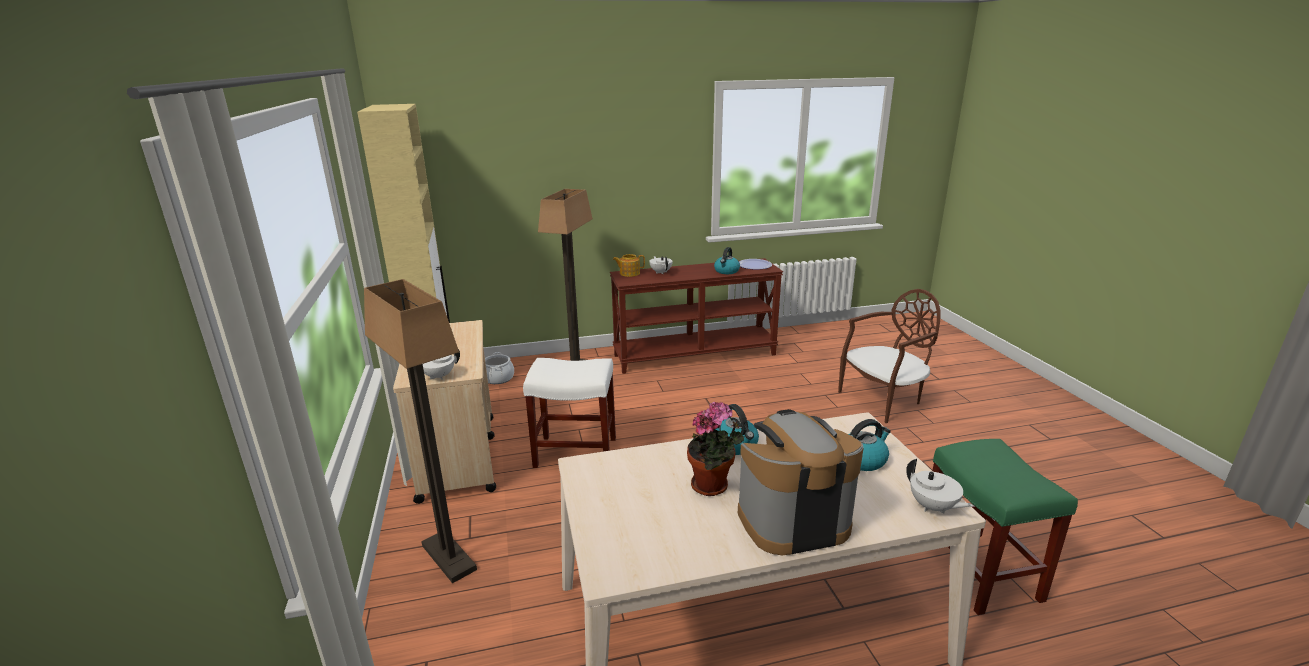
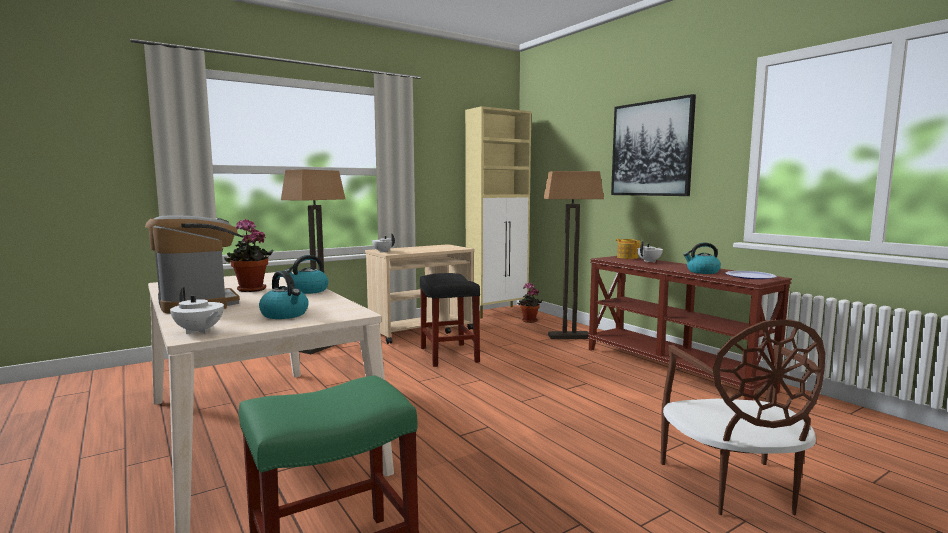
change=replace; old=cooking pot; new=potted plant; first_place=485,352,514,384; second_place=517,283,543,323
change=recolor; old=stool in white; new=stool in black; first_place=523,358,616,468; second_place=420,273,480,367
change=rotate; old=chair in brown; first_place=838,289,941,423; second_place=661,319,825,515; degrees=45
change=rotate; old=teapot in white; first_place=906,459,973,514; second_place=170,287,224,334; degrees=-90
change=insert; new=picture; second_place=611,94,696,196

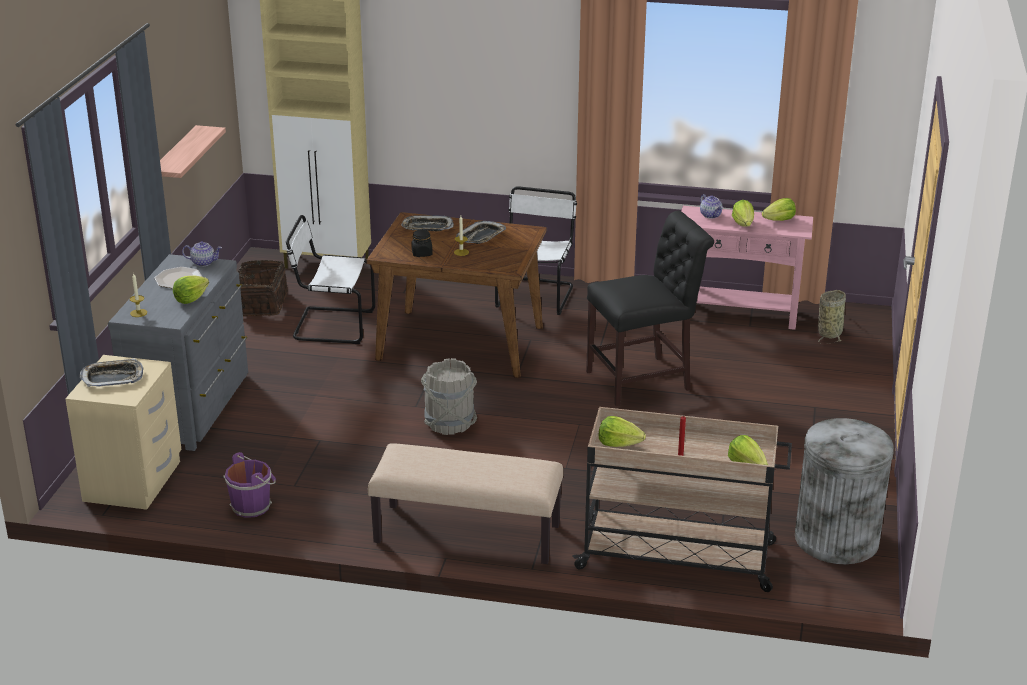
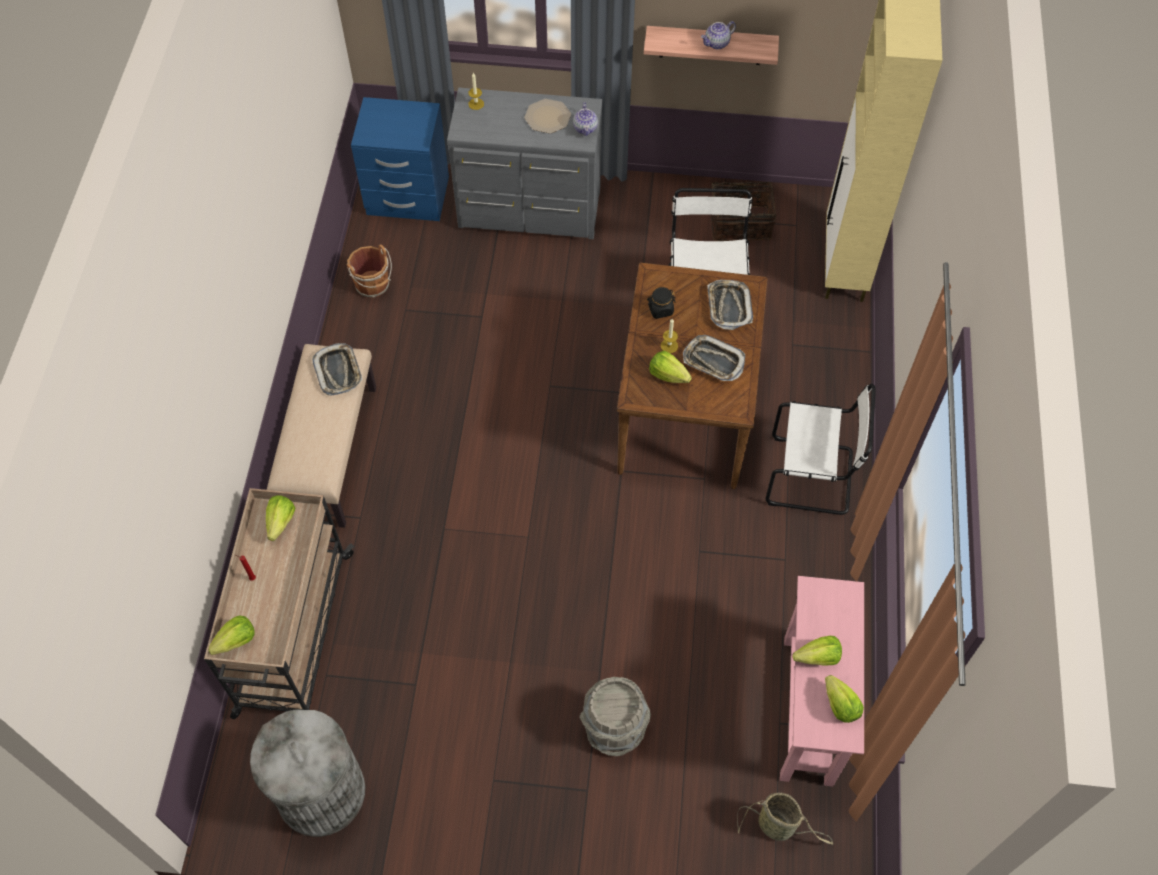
change=recolor; old=nightstand in beige; new=nightstand in blue; first_place=65,355,182,510; second_place=351,97,449,221
change=move; old=tray; first_place=80,358,143,387; second_place=312,343,363,396
change=move; old=lettuce; first_place=173,276,209,304; second_place=649,351,692,383
change=recolor; old=bucket in purple; new=bucket in brown; first_place=223,452,276,518; second_place=347,244,392,298
change=move; old=bucket in grey; first_place=421,358,477,435; second_place=580,677,651,756
change=delete; old=chair in black; first_place=586,211,714,406
change=move; old=teapot; first_place=700,194,723,219; second_place=701,21,736,50

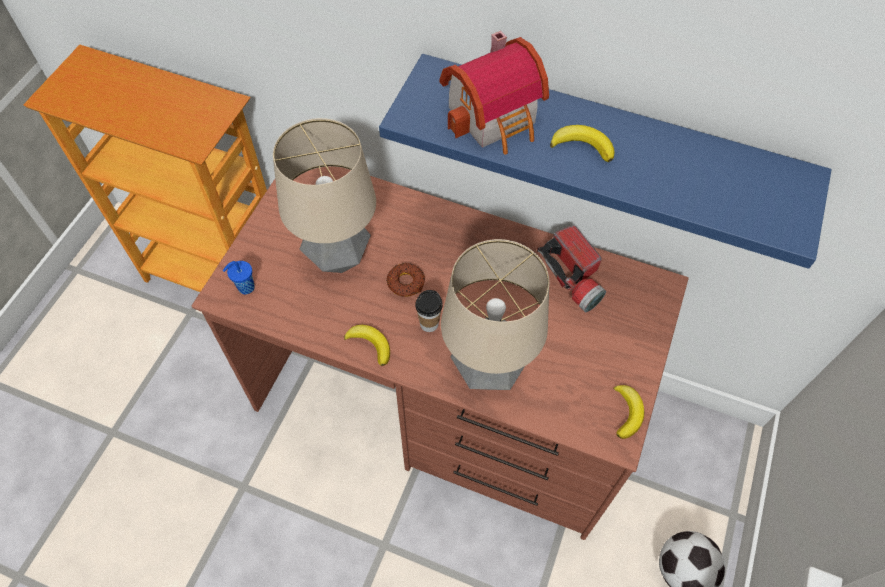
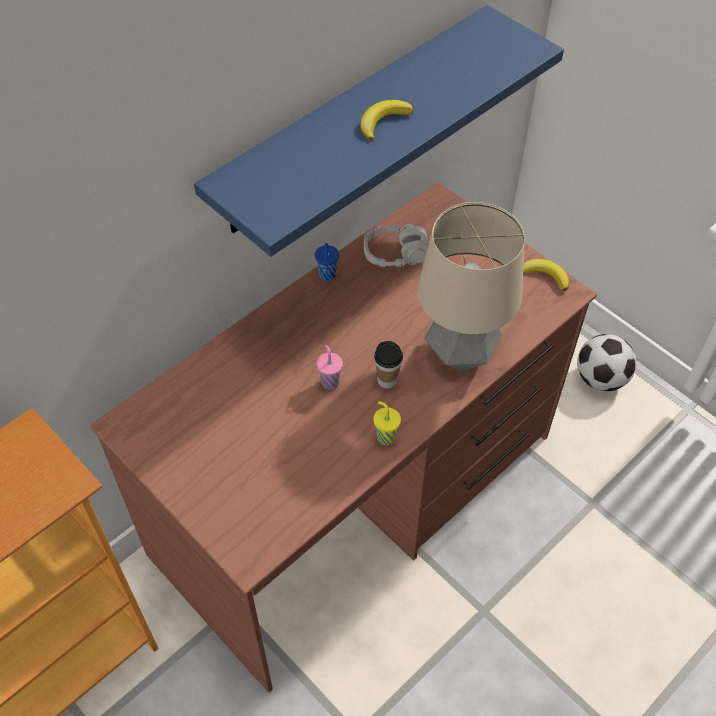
change=move; old=cup in blue; first_place=223,261,255,294; second_place=315,243,339,281
change=delete; old=table lamp; first_place=273,118,376,273
change=replace; old=banana; new=cup in yellow; first_place=344,325,390,366; second_place=373,401,401,445
change=replace; old=donut; new=cup in pink; first_place=386,263,425,297; second_place=316,345,343,390
change=delete; old=toy house; first_place=440,31,549,154
change=replace; old=flashlight; new=headphones in grey; first_place=537,225,606,312; second_place=364,224,428,267

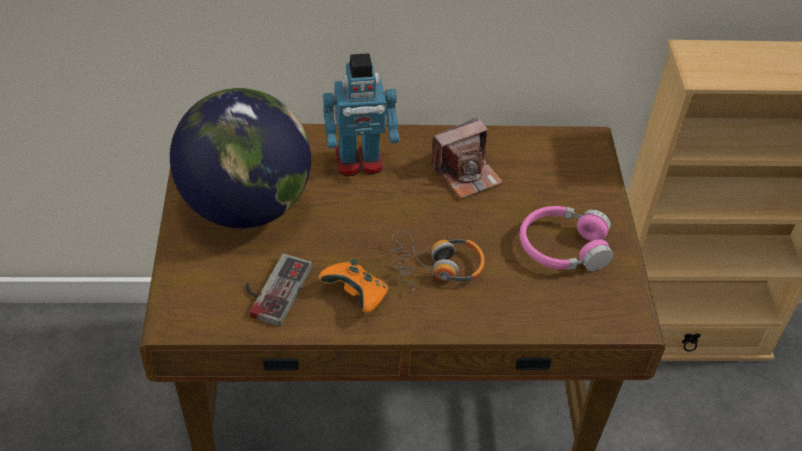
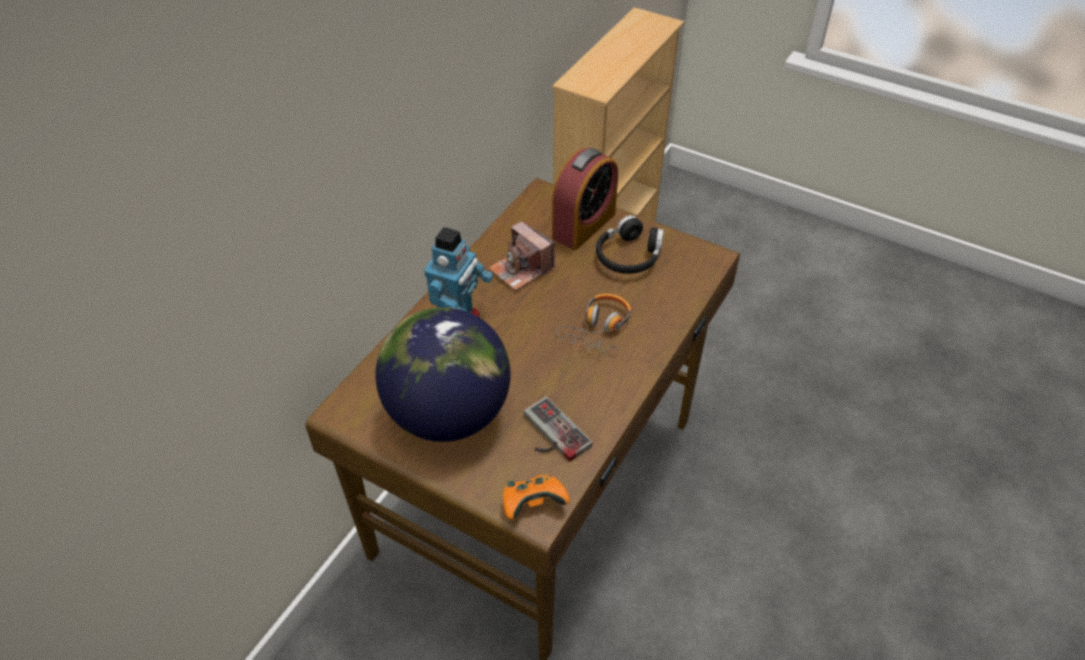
change=move; old=game controller in orange; first_place=318,259,389,313; second_place=503,474,570,520
change=rotate; old=photo camera; first_place=431,117,503,199; second_place=488,221,555,291; degrees=135
change=recolor; old=headphones in pink; new=headphones in black; first_place=519,206,613,271; second_place=596,215,664,274
change=insert; new=alarm clock; second_place=552,148,618,250

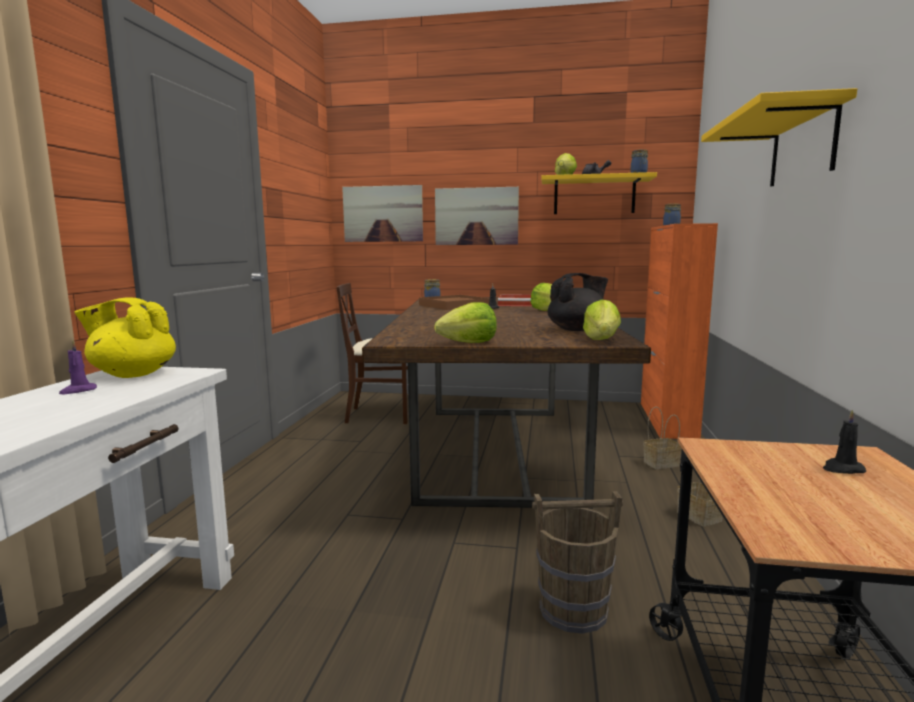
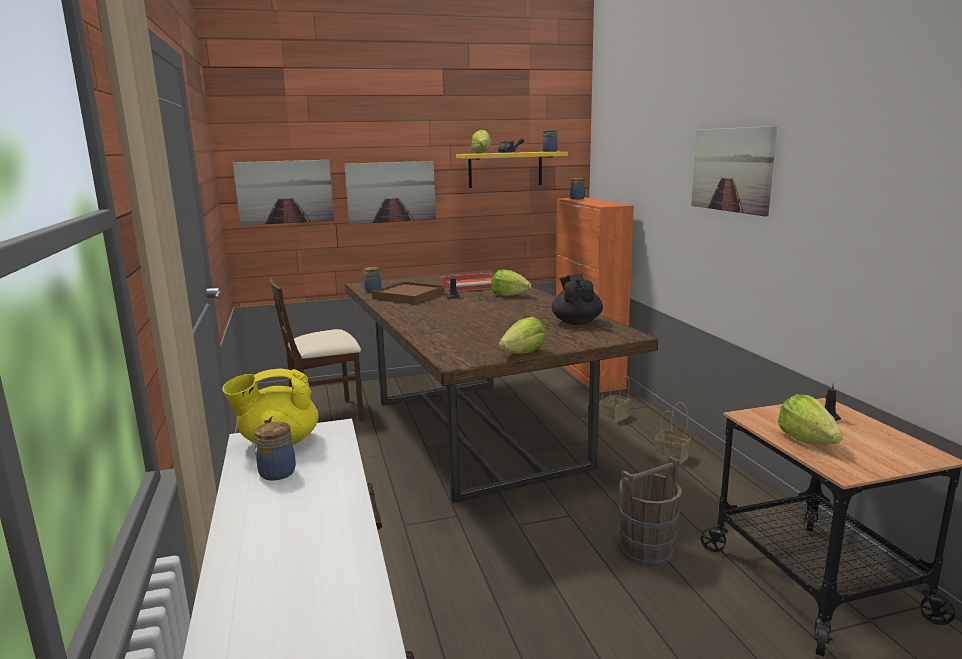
change=replace; old=candle in purple; new=jar; first_place=59,340,97,394; second_place=253,422,296,481
change=rotate; old=teapot in black; first_place=548,273,608,331; second_place=552,274,603,325; degrees=-45
change=move; old=lettuce; first_place=583,299,621,340; second_place=778,394,842,445
change=replace; old=shelf in yellow; new=picture; first_place=701,88,857,187; second_place=691,126,777,216

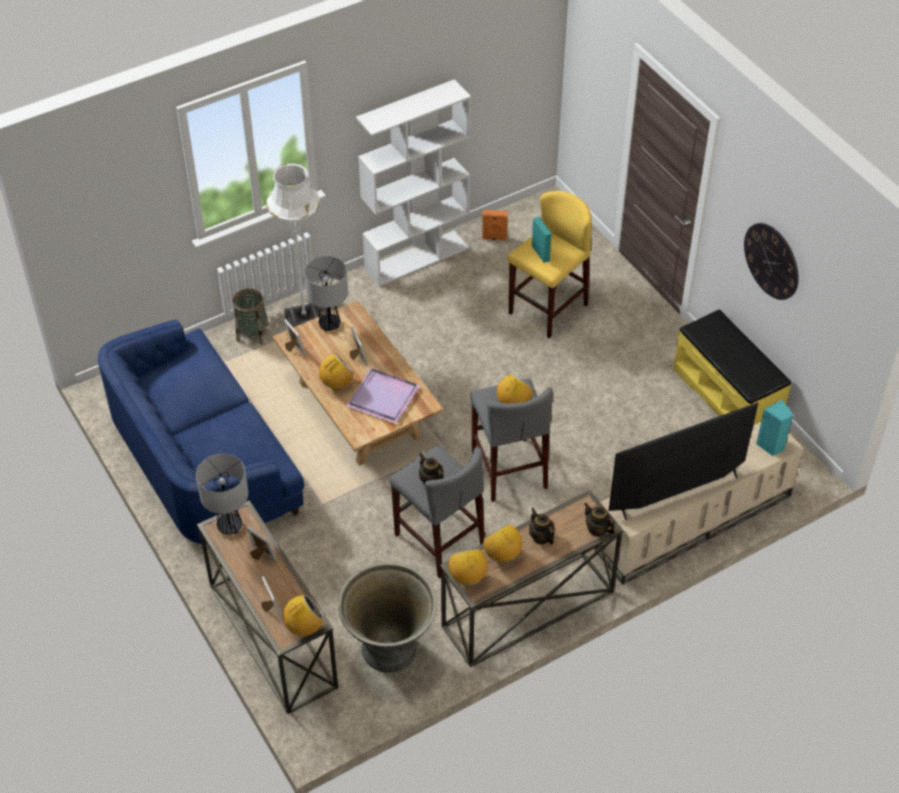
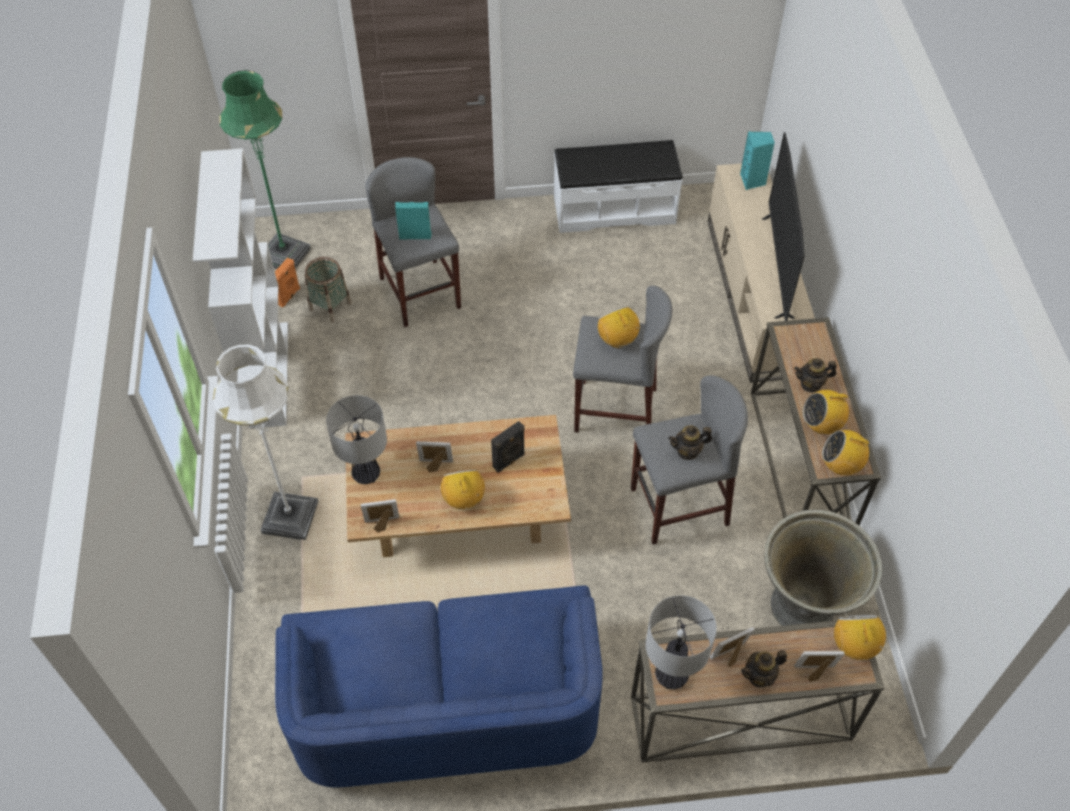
change=move; old=basket; first_place=233,289,269,344; second_place=305,257,352,323
change=replace; old=tray in purple; new=speaker in black; first_place=346,368,421,424; second_place=491,421,525,473
change=recolor; old=stool in yellow; new=stool in grey; first_place=507,191,592,338; second_place=365,157,461,327
change=move; old=teapot; first_place=584,503,615,537; second_place=741,650,787,687
change=recolor; old=bench in yellow; new=bench in white; first_place=673,309,791,425; second_place=554,140,683,233
change=delete; old=wall clock; first_place=744,223,799,300
change=insert; new=floor lamp in green; second_place=220,70,311,269

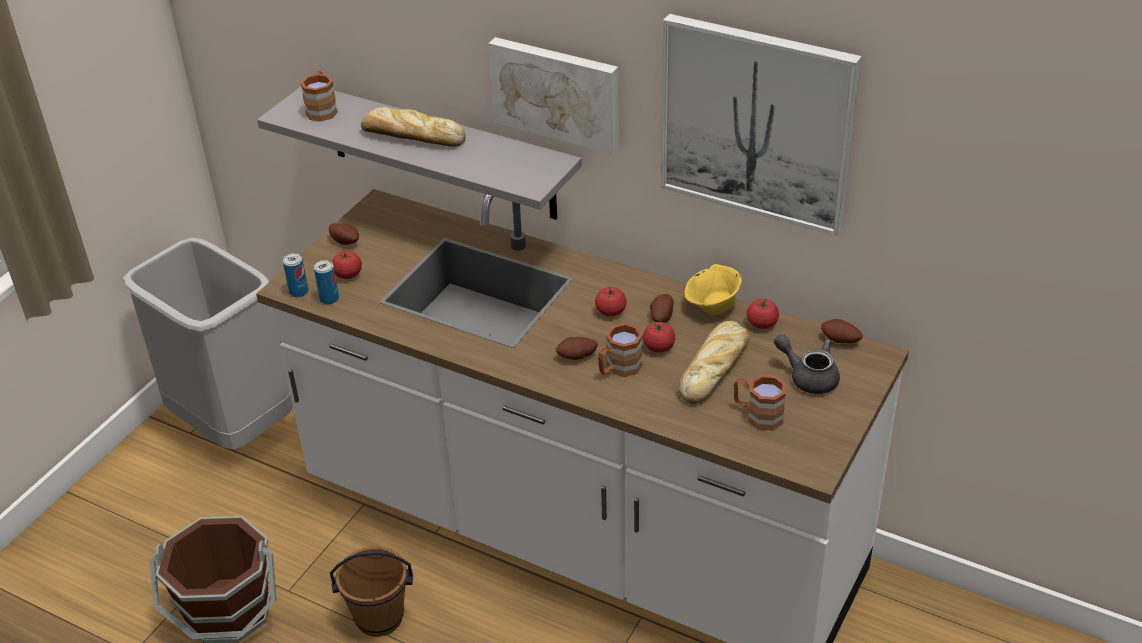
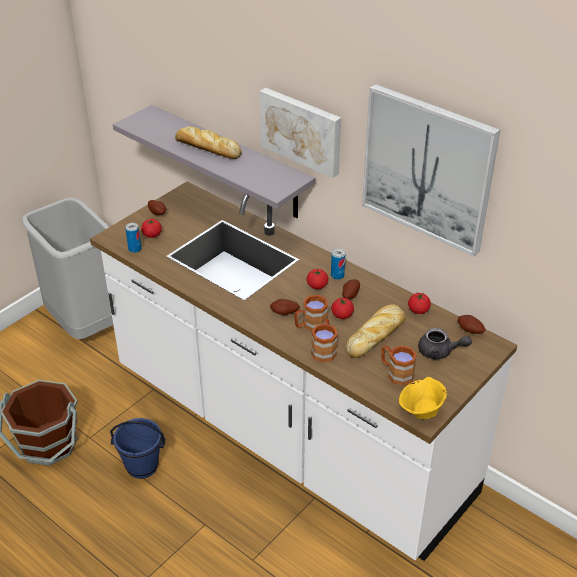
change=move; old=can; first_place=283,253,308,297; second_place=331,249,345,280
change=move; old=mug in brown; first_place=300,71,338,122; second_place=311,319,338,363
change=recolor; old=bucket in brown; new=bucket in blue; first_place=330,546,413,637; second_place=110,418,166,479
change=move; old=bowl in yellow; first_place=685,264,742,315; second_place=399,377,447,419
change=rotate; old=teapot in grey; first_place=774,335,840,394; second_place=418,328,472,359; degrees=150

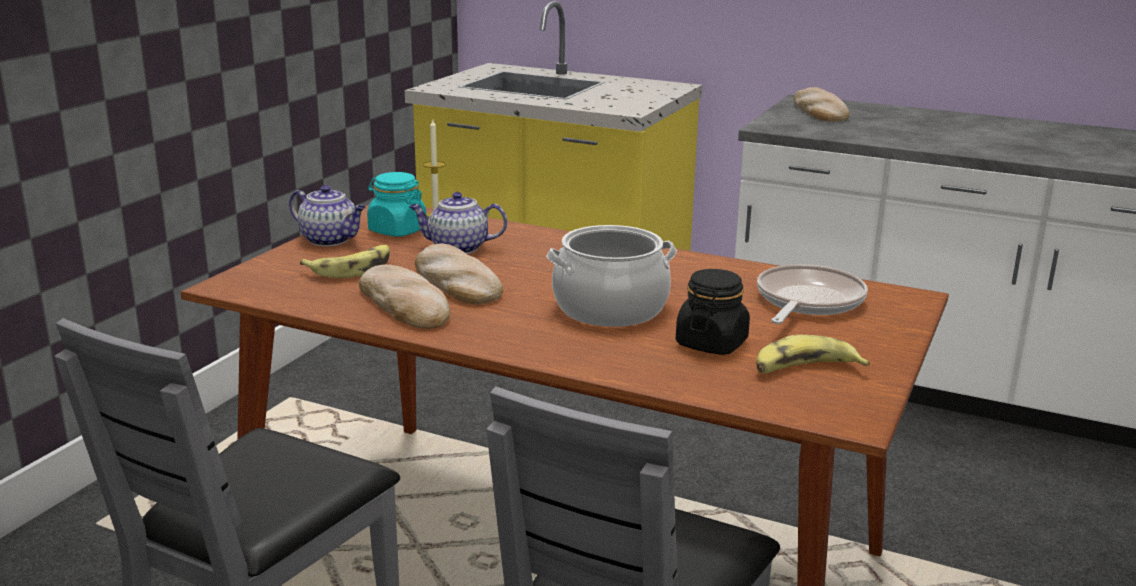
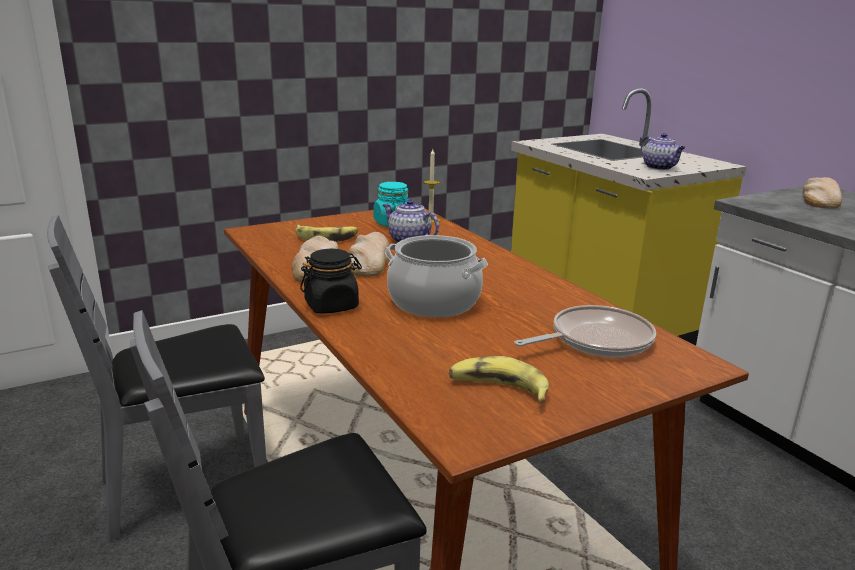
change=move; old=teapot; first_place=289,185,366,246; second_place=641,133,685,170
change=move; old=jar in black; first_place=676,269,750,355; second_place=300,249,362,314

